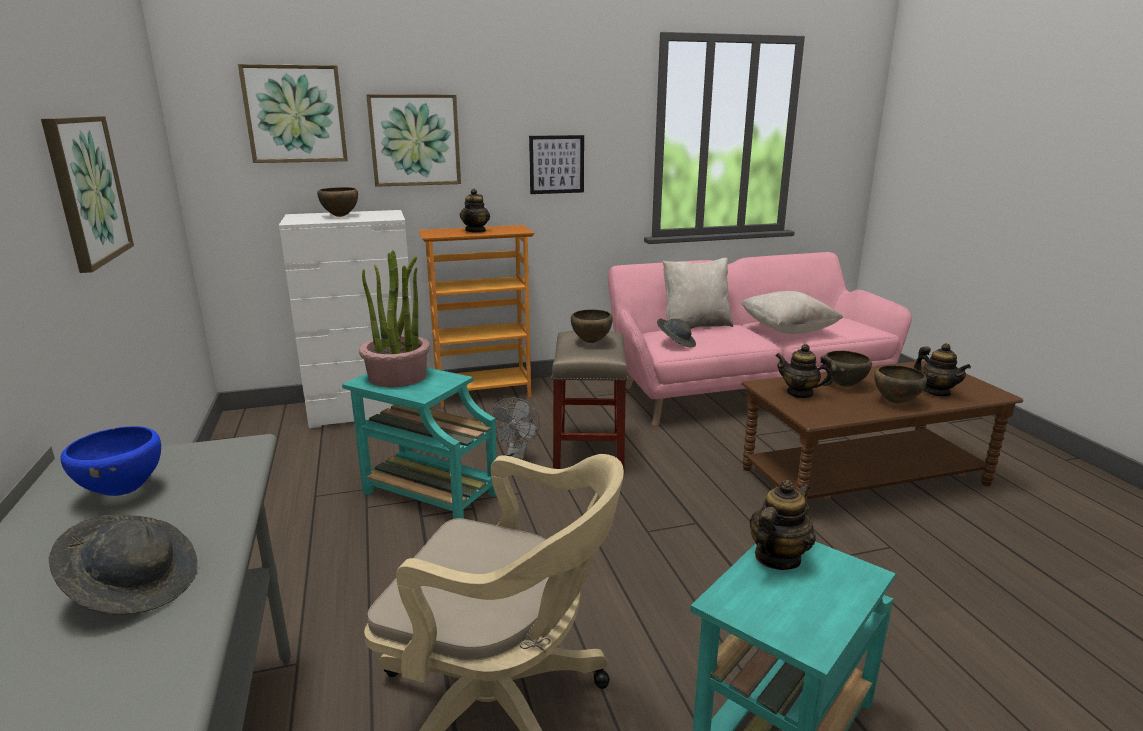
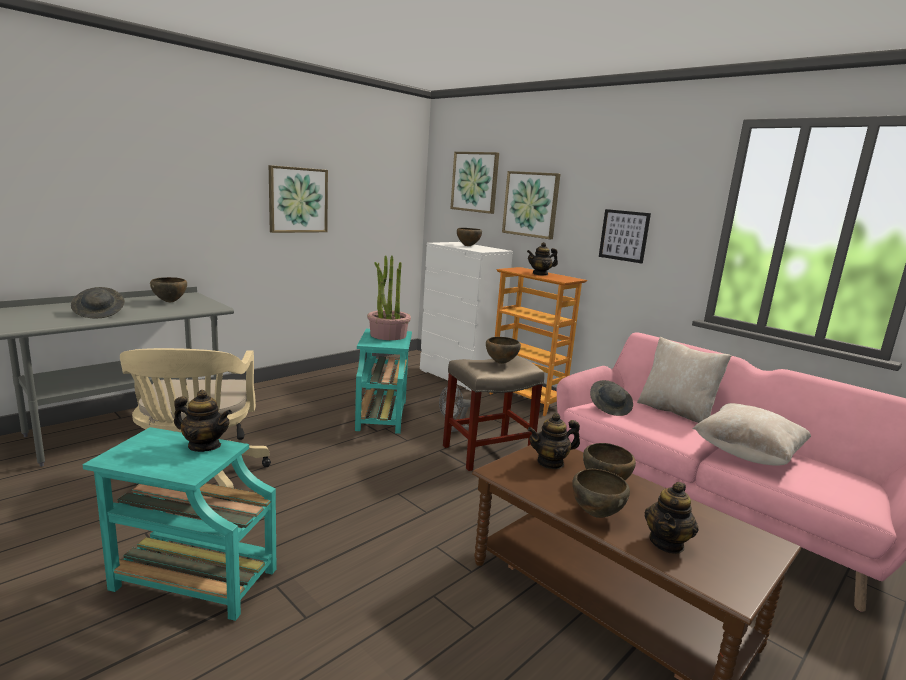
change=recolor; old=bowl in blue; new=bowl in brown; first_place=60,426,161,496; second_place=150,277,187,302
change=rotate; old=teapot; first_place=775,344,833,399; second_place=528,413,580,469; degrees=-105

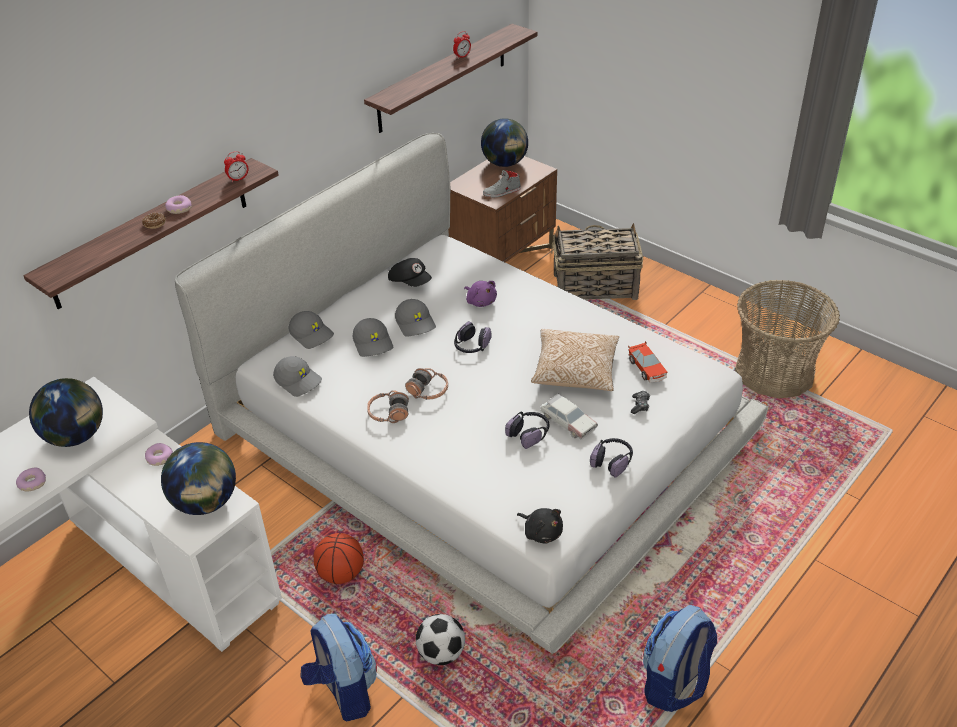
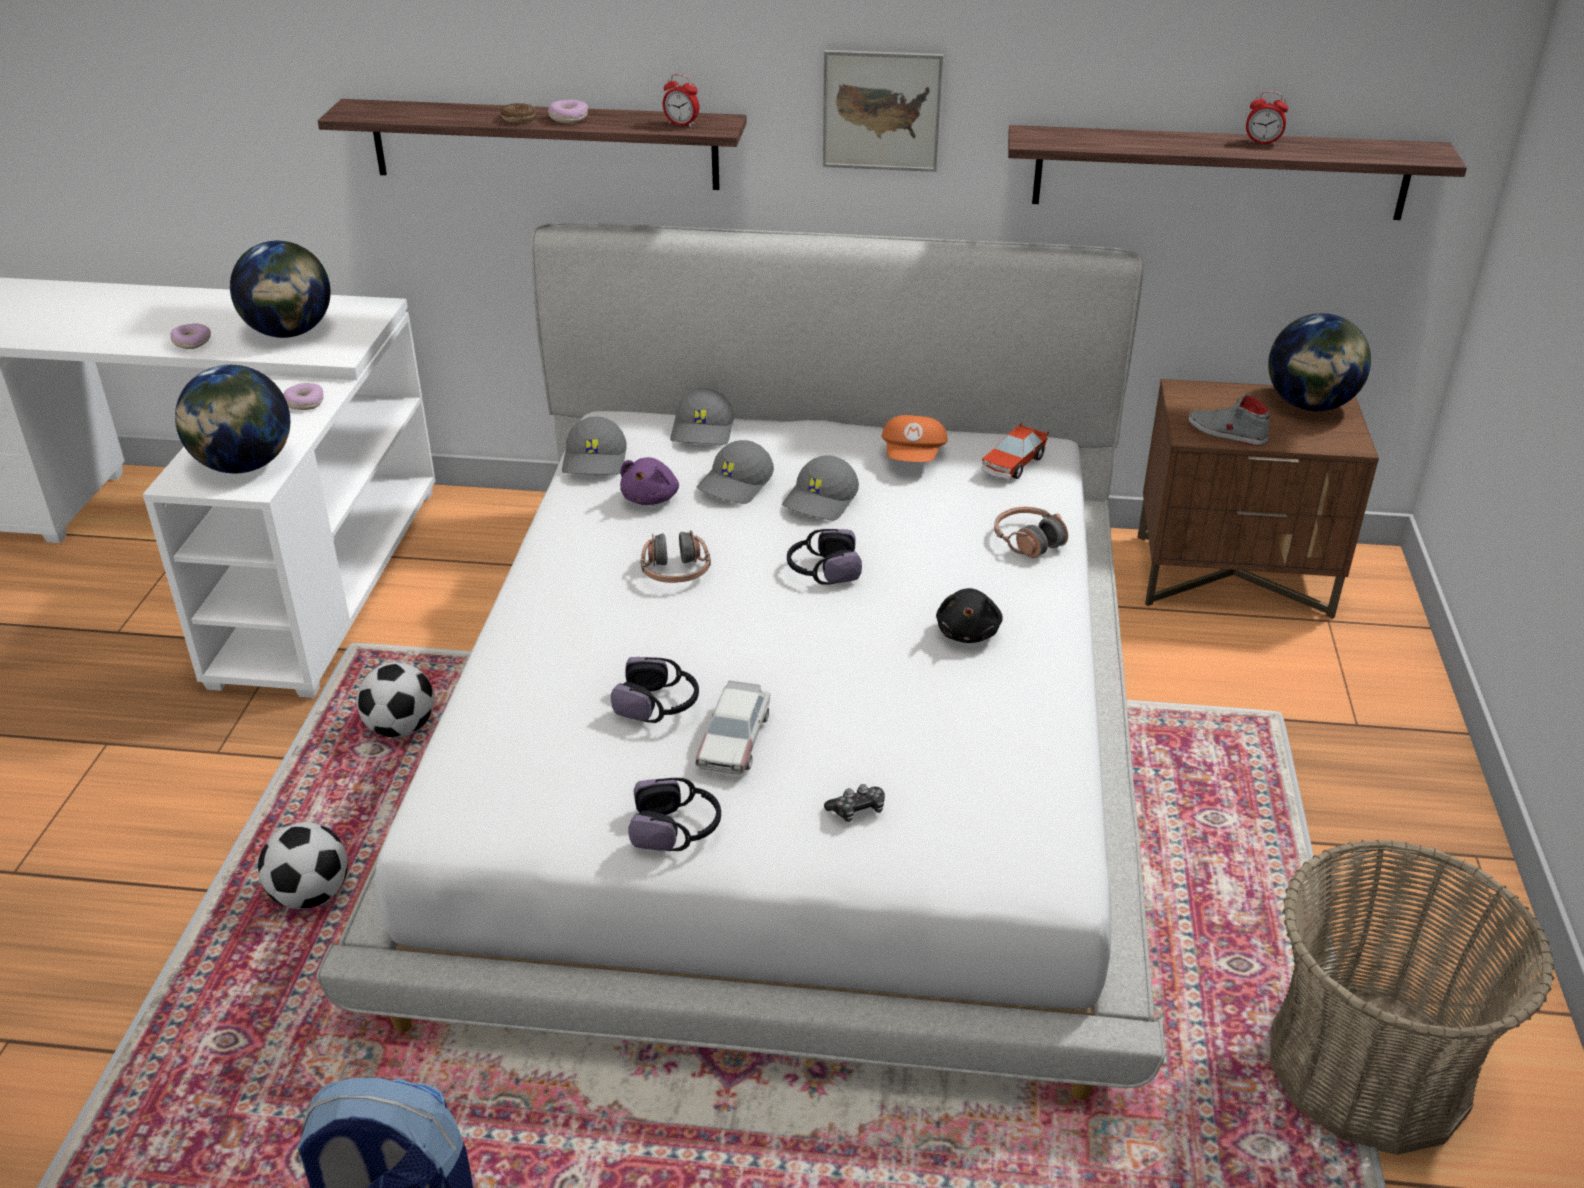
change=delete; old=backpack; first_place=300,614,377,721
change=replace; old=basketball; new=football; first_place=313,533,364,584; second_place=356,662,434,738
change=move; old=headphones; first_place=367,390,409,423; second_place=994,507,1068,558
change=recolor; old=cap in black; new=cap in orange; first_place=388,258,432,287; second_place=882,415,948,462
change=move; old=plush toy in purple; first_place=464,281,497,307; second_place=620,457,679,505
change=move; old=plush toy in black; first_place=517,508,563,544; second_place=936,588,1003,643
change=delete; old=pillow; first_place=531,329,619,391
change=delete; old=basket; first_place=551,223,643,300
change=move; old=toy car; first_place=628,341,667,383; second_place=981,422,1049,480
change=insert; new=picture; second_place=823,50,943,172

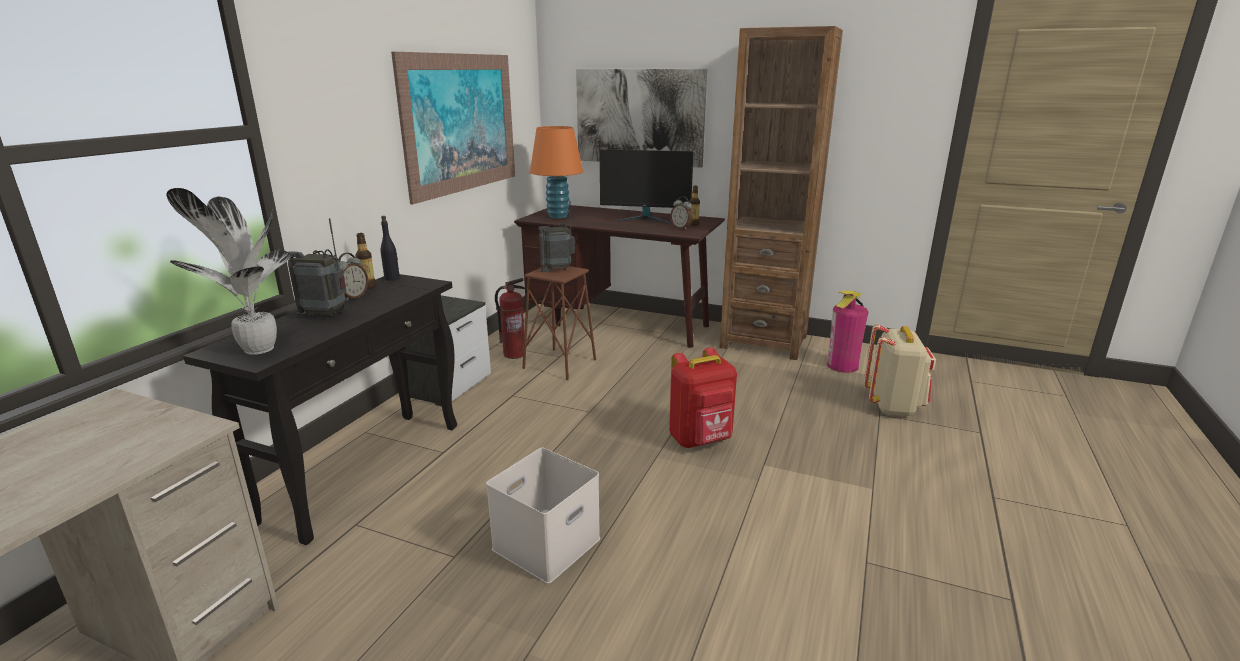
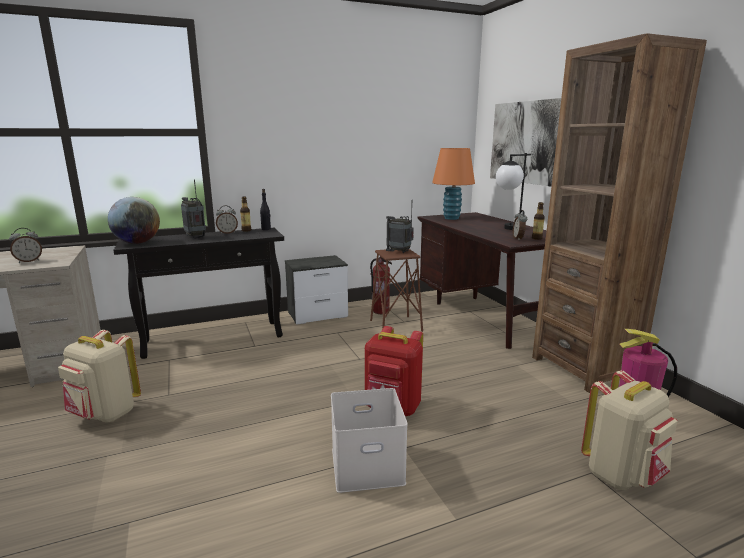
change=replace; old=potted plant; new=globe; first_place=167,188,292,355; second_place=108,197,160,244
change=delete; old=picture; first_place=391,52,515,204
change=move; old=storage box in white; first_place=486,448,600,584; second_place=331,388,408,493
change=replace; old=monitor; new=table lamp; first_place=599,149,693,224; second_place=496,153,531,230
change=insert; new=alarm clock; second_place=9,228,42,263
change=insert; new=backpack in beige; second_place=58,330,141,423

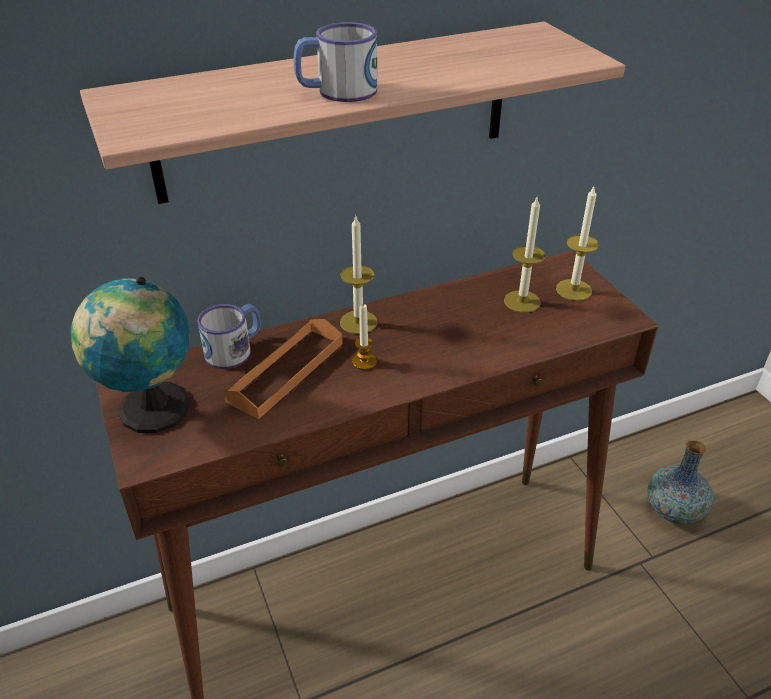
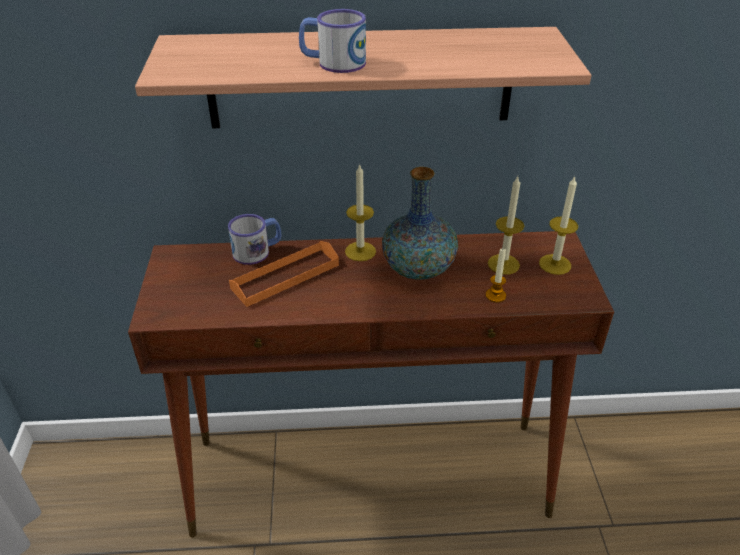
change=delete; old=globe; first_place=70,277,191,433
change=move; old=candle; first_place=352,305,377,370; second_place=486,248,506,303
change=move; old=vase; first_place=647,440,713,524; second_place=382,167,458,280

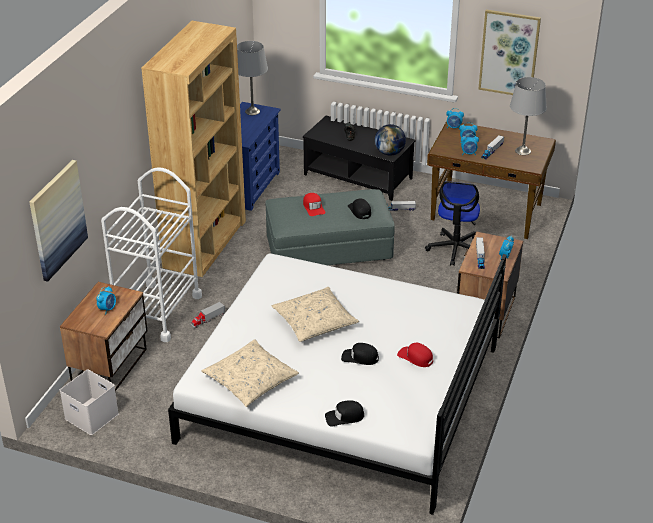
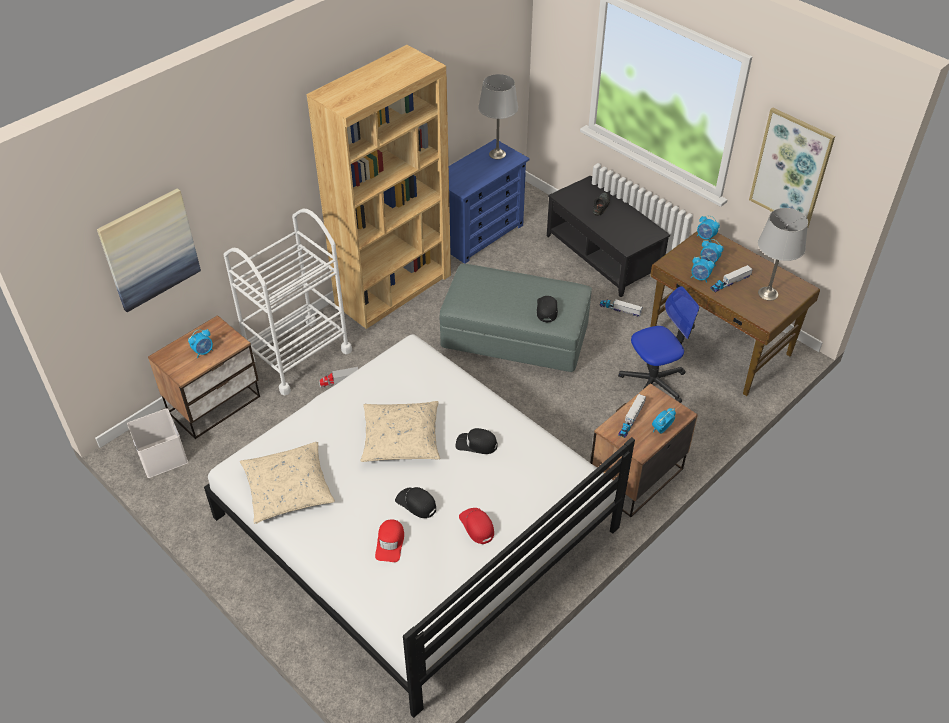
change=move; old=cap in red; first_place=303,193,325,216; second_place=375,519,404,562
change=move; old=cap in black; first_place=325,400,364,427; second_place=455,428,498,454
change=delete; old=globe; first_place=375,124,406,156
change=rotate; old=office chair; first_place=425,181,480,266; second_place=618,286,699,403; degrees=-150

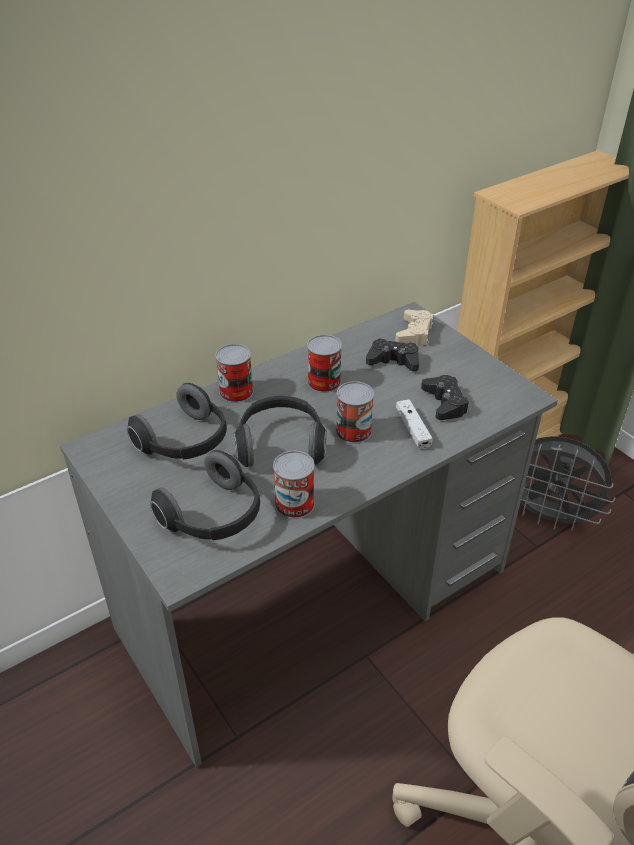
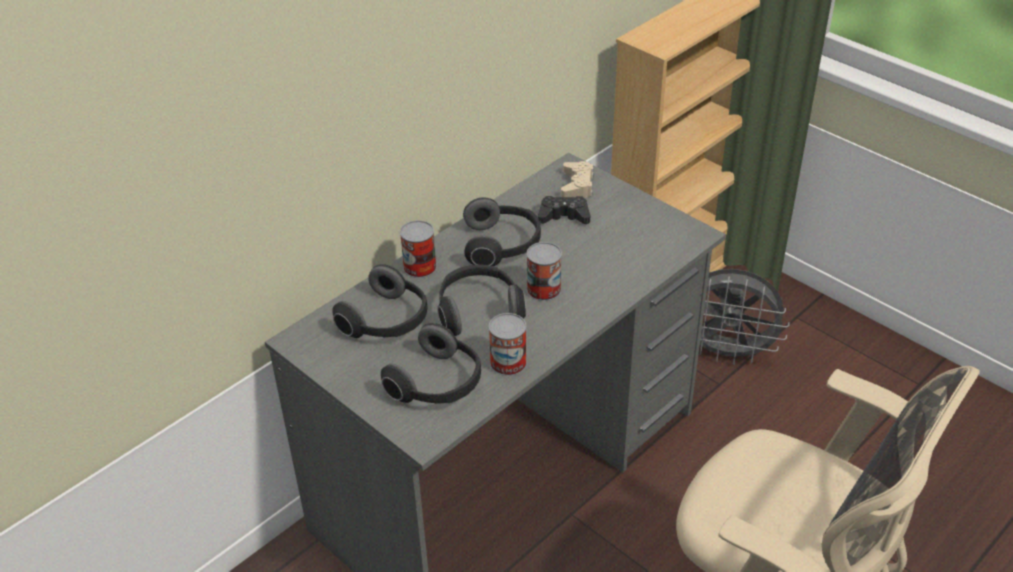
change=replace; old=can; new=headphones; first_place=307,335,342,393; second_place=463,197,541,266
change=delete; old=game controller in white; first_place=396,399,433,449
change=delete; old=game controller in black; first_place=421,375,469,420

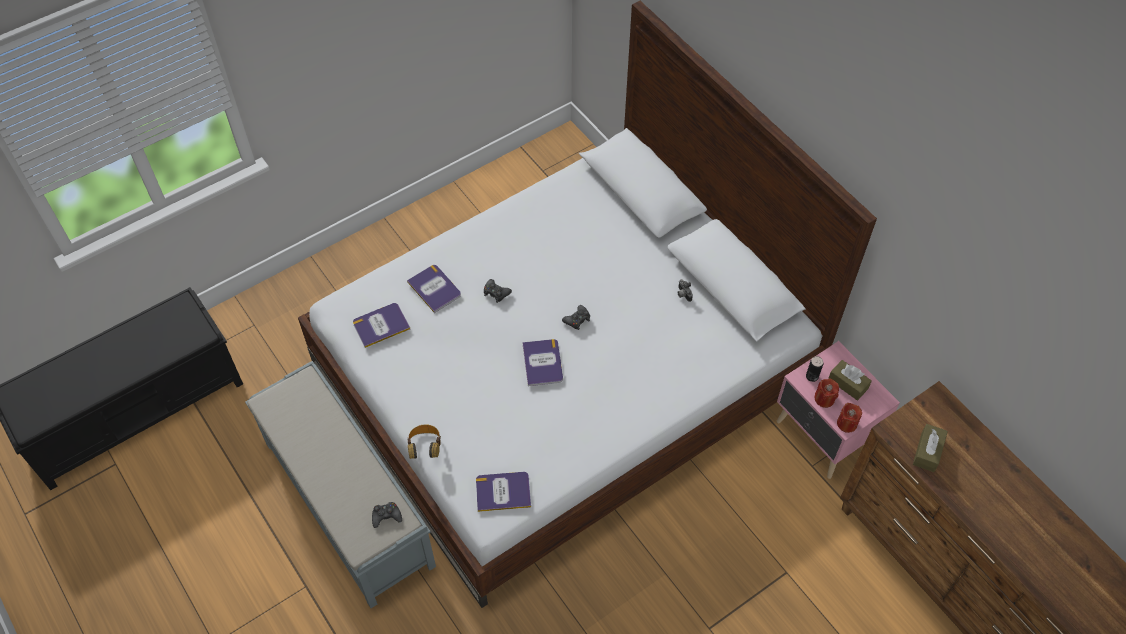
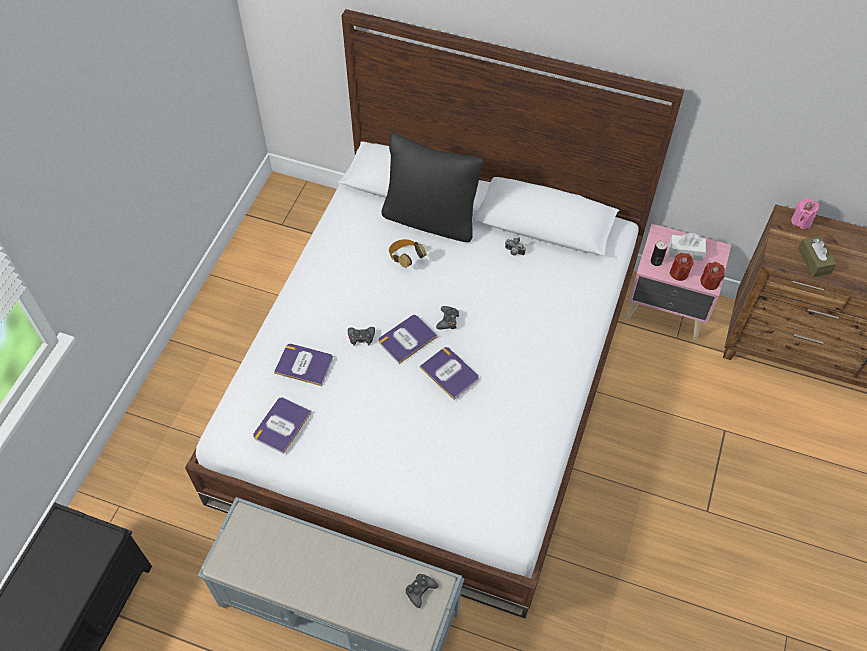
change=move; old=headphones; first_place=407,424,441,459; second_place=389,239,427,268
change=move; old=book; first_place=476,472,531,512; second_place=379,315,437,364
change=recolor; old=tissue box in brown; new=tissue box in white; first_place=828,360,872,401; second_place=669,233,706,261
change=insert; new=pillow in black; second_place=381,133,483,242
change=insert; new=candle in pink; second_place=791,198,819,229

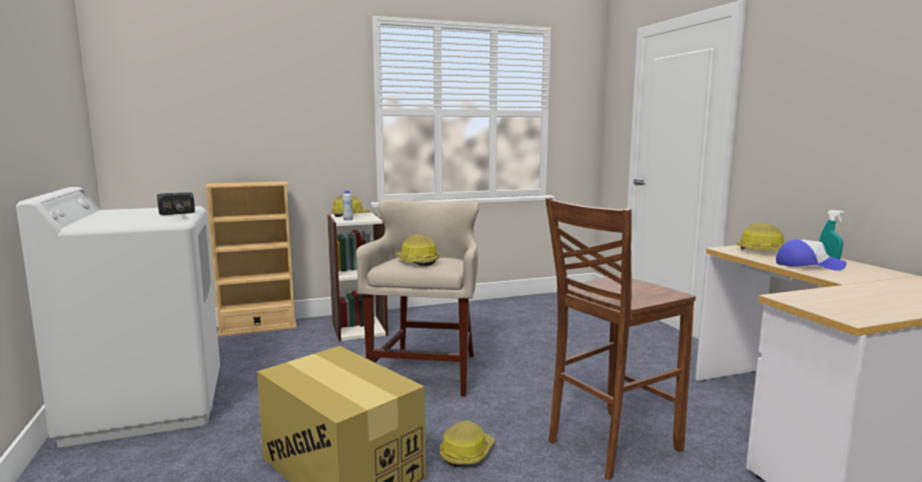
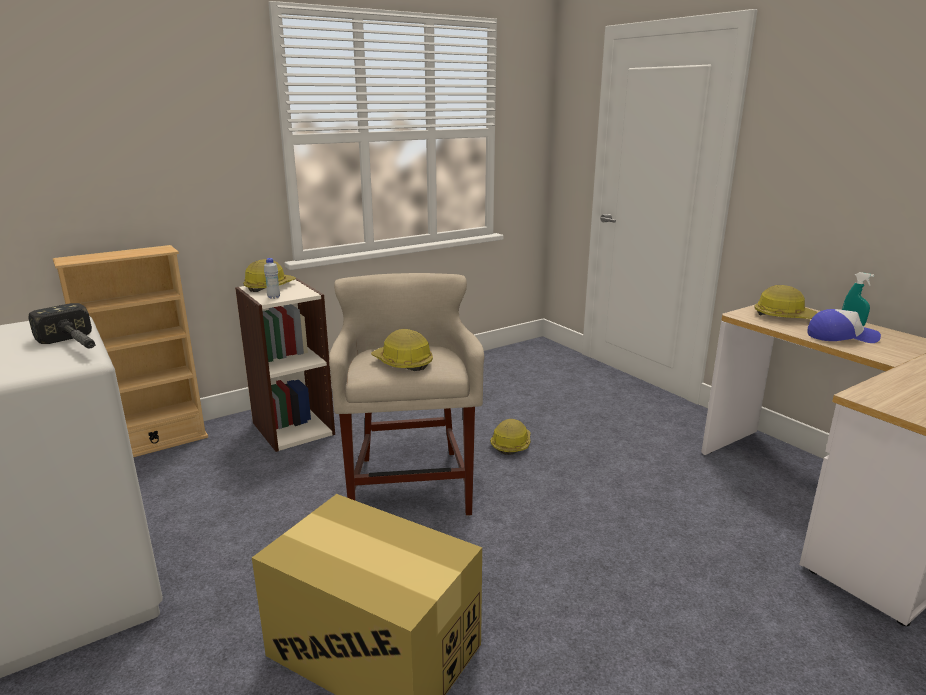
change=move; old=hard hat; first_place=440,421,495,467; second_place=490,419,531,455
change=delete; old=stool in brown; first_place=545,198,696,481

